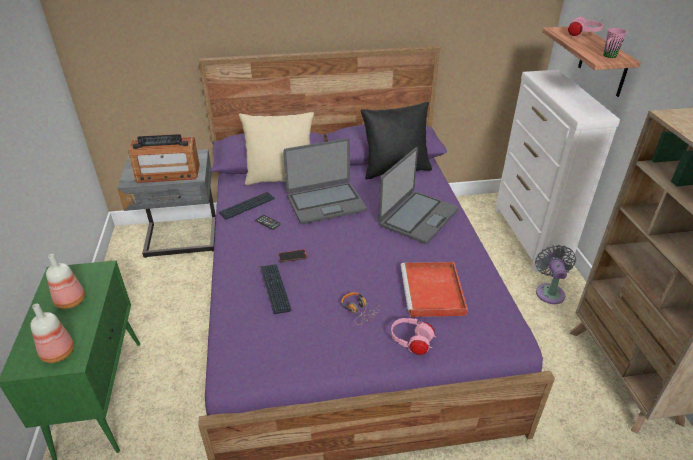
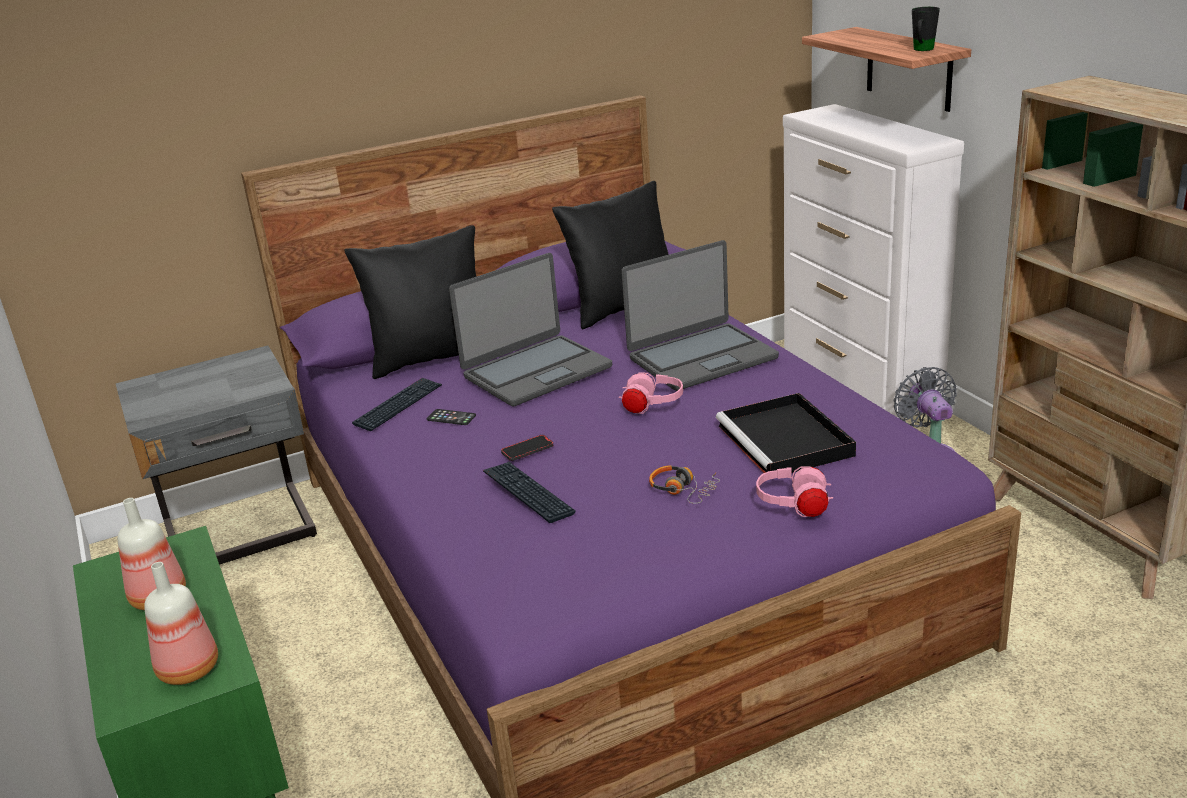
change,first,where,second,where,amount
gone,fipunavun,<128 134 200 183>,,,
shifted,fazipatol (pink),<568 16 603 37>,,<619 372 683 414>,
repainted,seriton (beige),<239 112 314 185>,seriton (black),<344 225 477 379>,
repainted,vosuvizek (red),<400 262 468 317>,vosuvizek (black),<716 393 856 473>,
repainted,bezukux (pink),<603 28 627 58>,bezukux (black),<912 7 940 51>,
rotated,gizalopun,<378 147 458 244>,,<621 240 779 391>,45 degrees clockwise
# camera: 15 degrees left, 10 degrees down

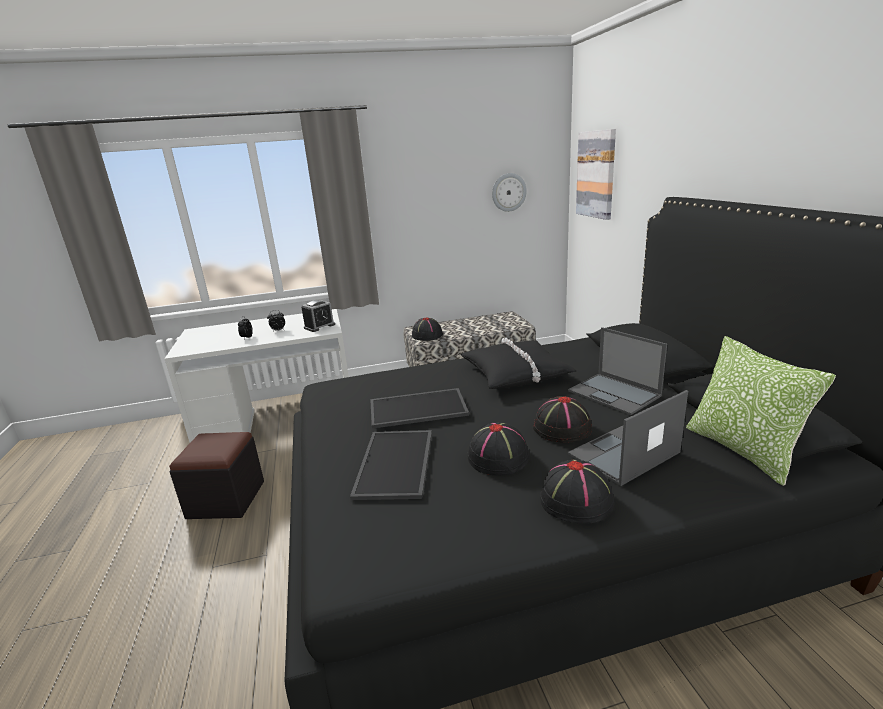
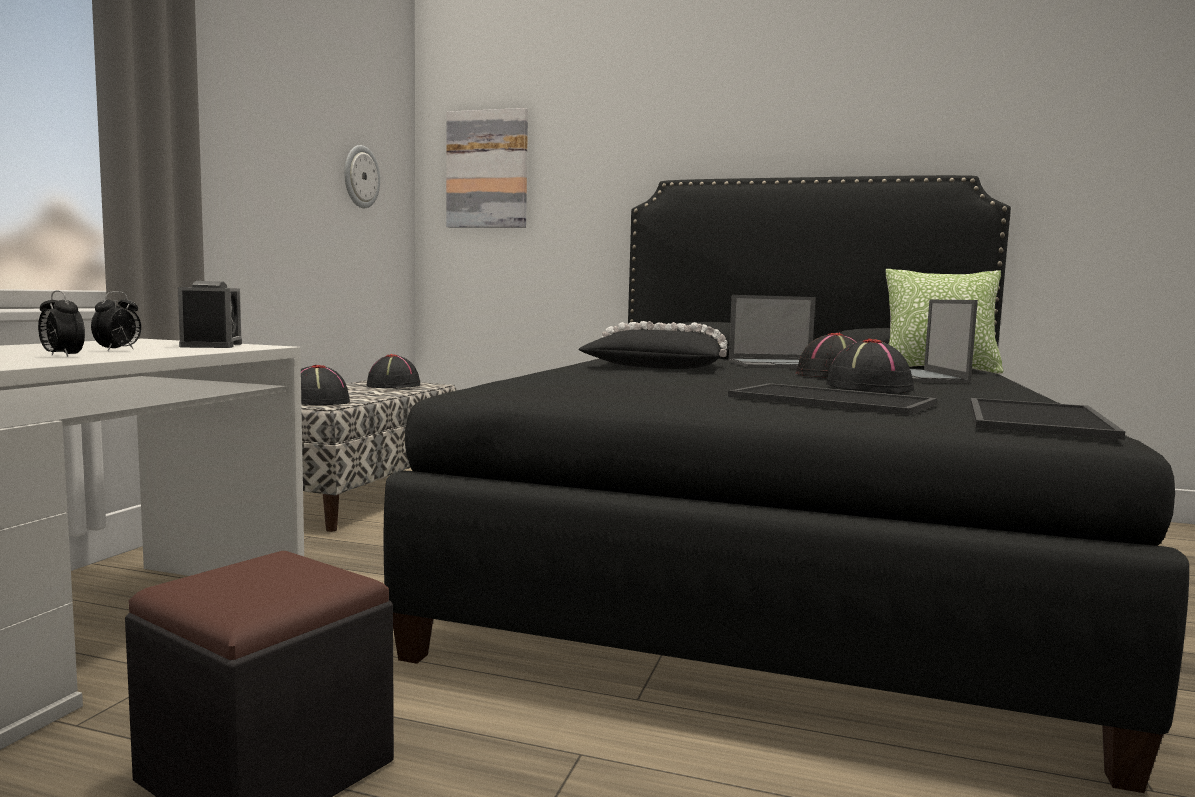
change,first,where,second,where,amount
shifted,vosuvizek,<370 388 469 429>,,<970 398 1125 440>,
shifted,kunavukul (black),<540 460 614 524>,,<366 354 420 388>,
# camera: 60 degrees left, 15 degrees down

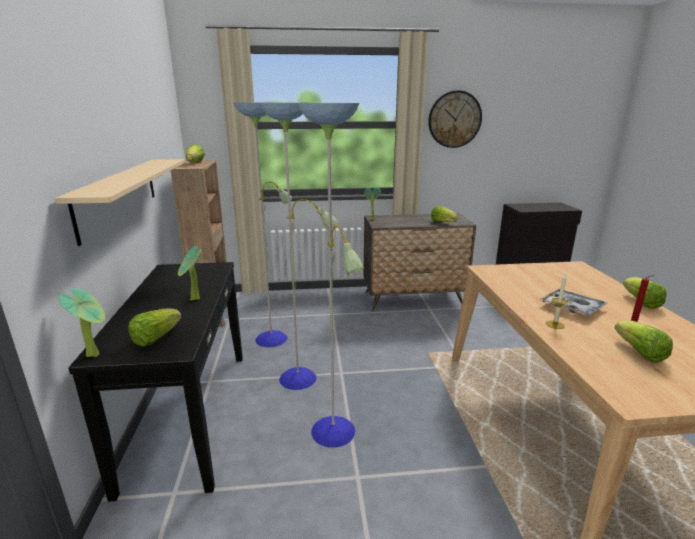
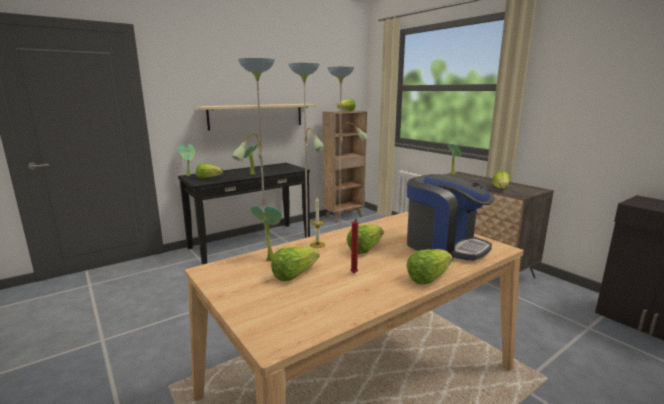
change,first,where,second,where,amount
gone,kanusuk,<428 90 482 148>,,,
new,,,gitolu,<251 206 282 261>,
new,,,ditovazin,<407 174 494 261>,
swapped,vosuvizek,<540 289 607 317>,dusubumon,<347 224 384 254>,
# camera: 60 degrees right, 5 degrees down

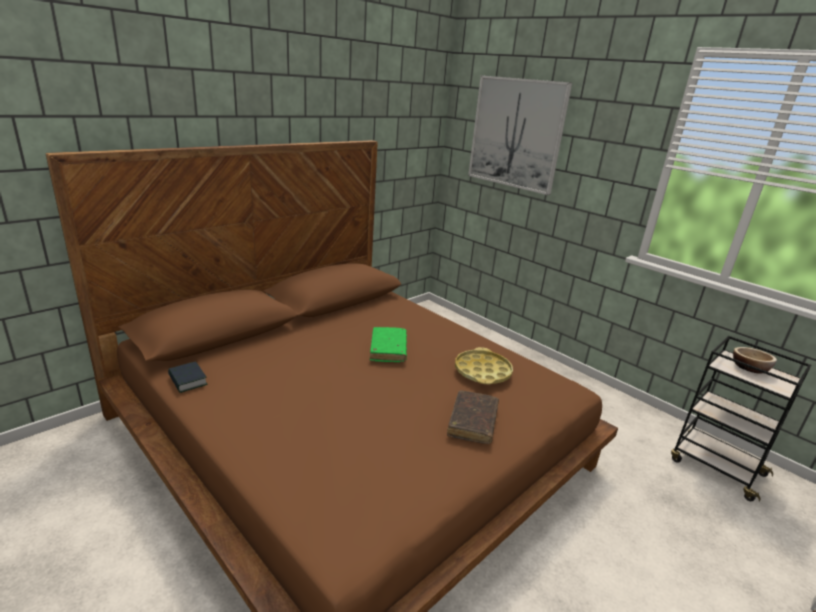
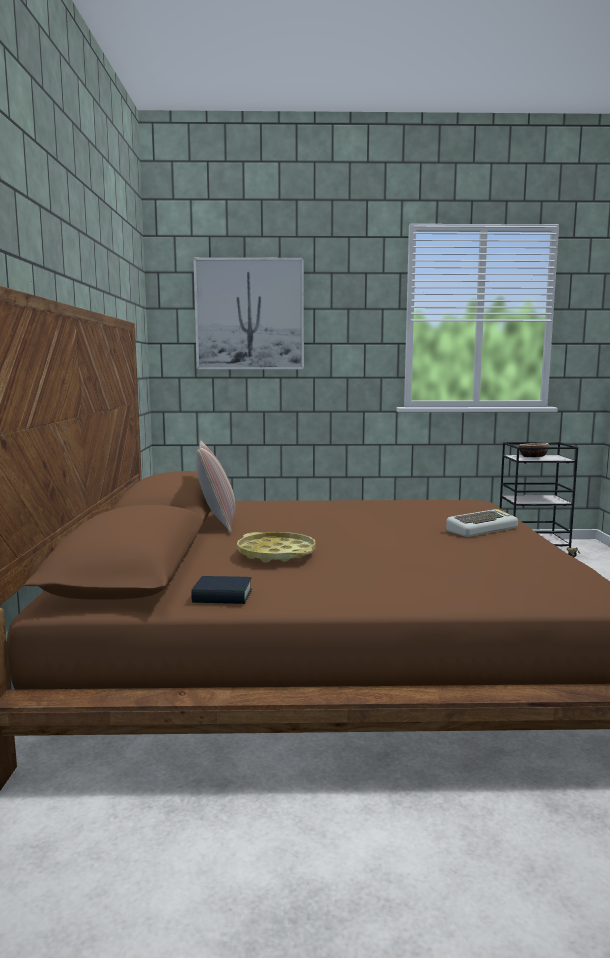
change,first,where,second,where,amount
gone,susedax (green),<370 327 407 362>,,,
new,,,seriton,<196 439 235 534>,
shifted,vosuvizek (yellow),<455 347 513 384>,,<237 532 316 563>,
swapped,susedax (brown),<447 390 499 444>,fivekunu,<446 509 518 537>,
# camera: 45 degrees left, 15 degrees down

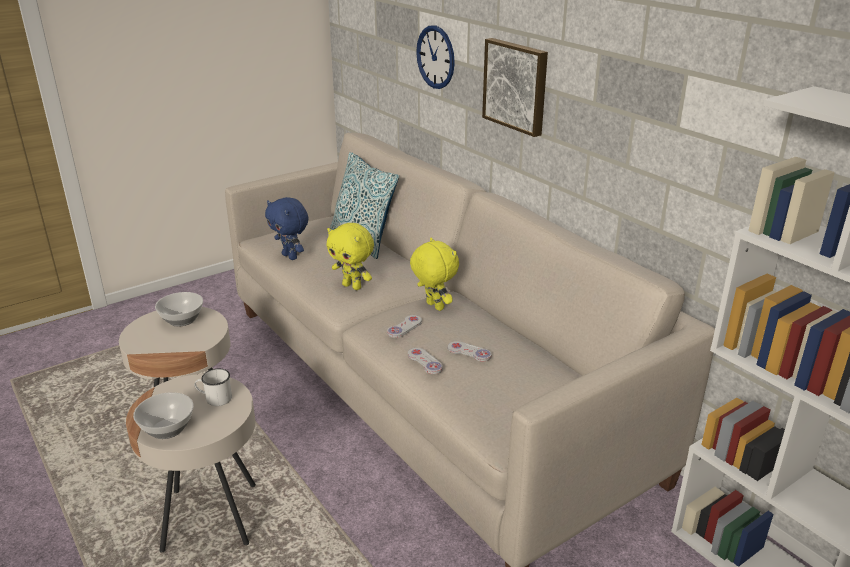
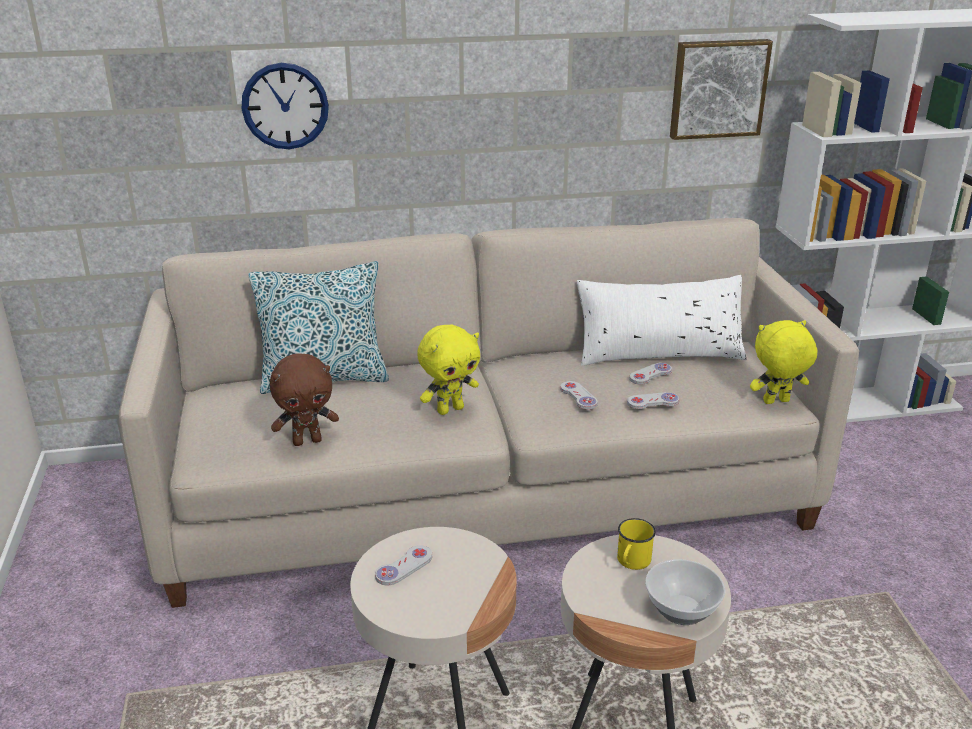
change,first,where,second,where,amount
new,,,seriton (white),<577 275 746 366>,
shifted,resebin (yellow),<410 238 459 311>,,<750 320 817 404>,
shifted,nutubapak,<482 38 548 137>,,<670 39 773 140>,
swapped,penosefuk,<155 292 203 327>,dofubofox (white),<375 545 432 586>,
repainted,bezukux (white),<194 369 232 406>,bezukux (yellow),<617 518 656 570>,
repainted,resebin (blue),<265 197 309 260>,resebin (brown),<270 354 339 446>,
# camera: 65 degrees left, 0 degrees up

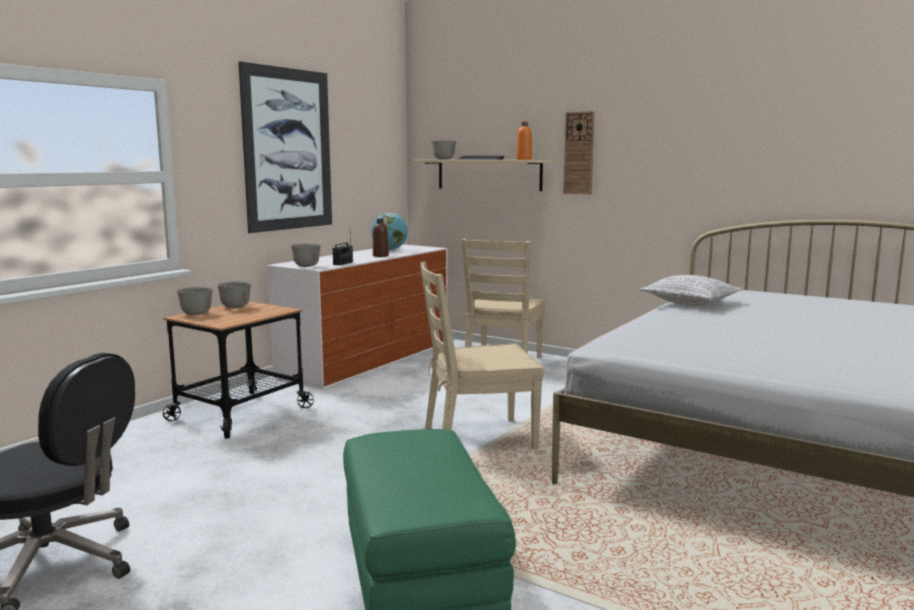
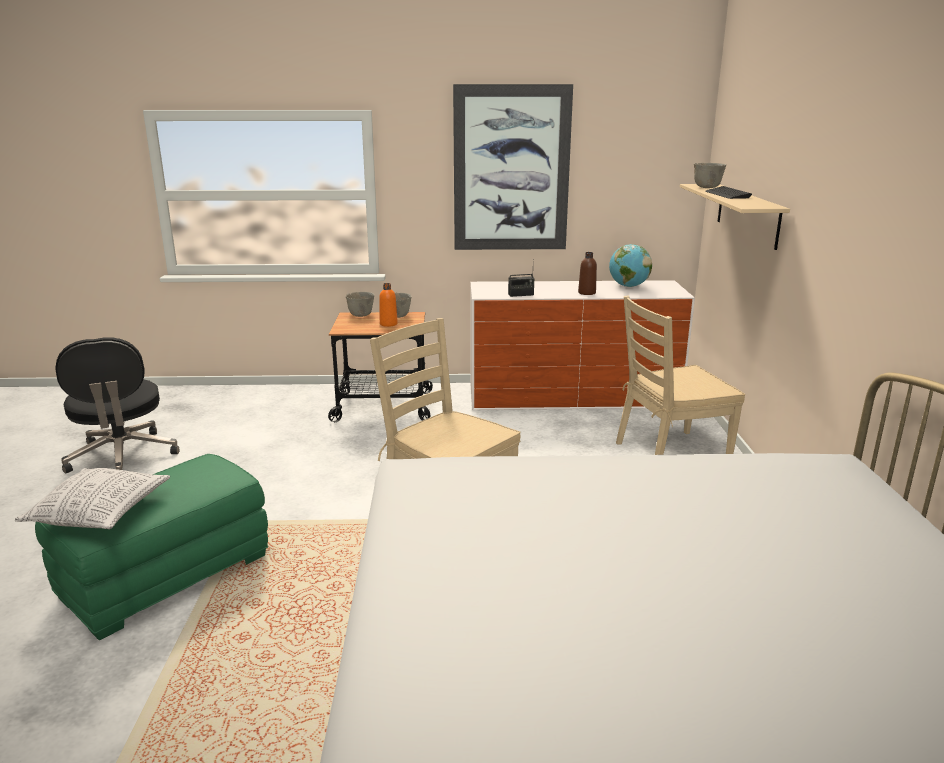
change,first,where,second,where,amount
gone,penosefuk (grey),<291 243 321 267>,,,
gone,kanusuk,<563 111 595 194>,,,
shifted,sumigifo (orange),<516 121 532 160>,,<379 283 398 327>,
shifted,seriton,<639 275 742 306>,,<15 468 170 529>,
# camera: 55 degrees right, 10 degrees up

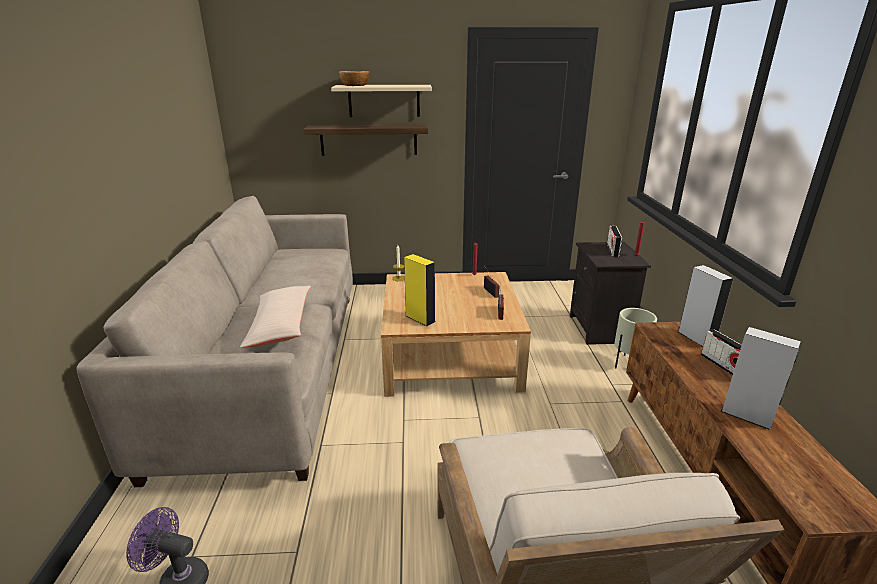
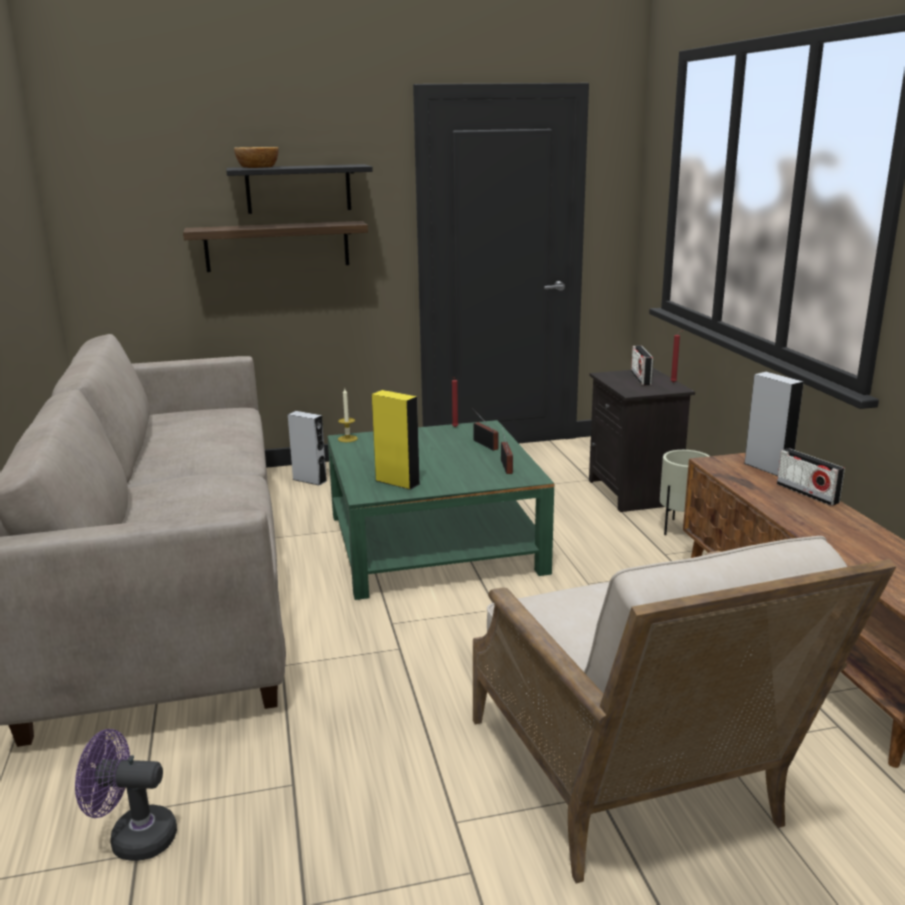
change,first,where,second,where,amount
gone,seriton (beige),<240 286 311 348>,,,
shifted,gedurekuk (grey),<720 327 801 430>,,<288 411 327 486>,
repainted,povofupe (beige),<331 85 432 117>,povofupe (black),<226 164 373 214>,
repainted,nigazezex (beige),<381 272 531 397>,nigazezex (green),<327 420 554 600>,
# camera: 10 degrees left, 5 degrees down

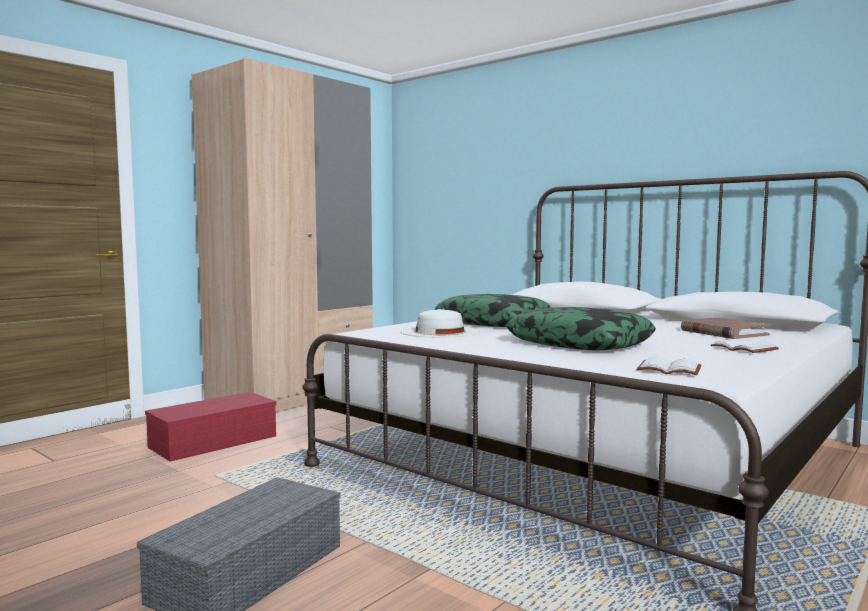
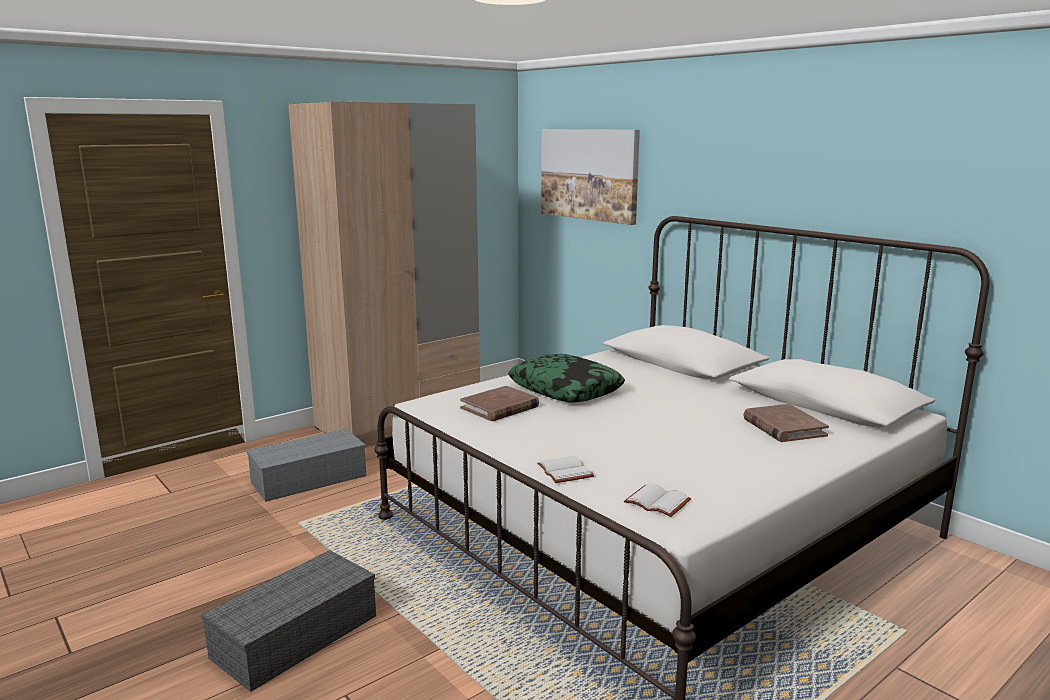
change,first,where,second,where,amount
gone,seriton,<506 307 656 351>,,,
new,,,nutubapak,<541 129 640 225>,
shifted,susedax (white),<711 338 779 353>,,<537 456 594 483>,
swapped,kunavukul (white),<400 309 480 338>,susedax (brown),<460 386 539 421>,
repainted,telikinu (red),<145 392 277 462>,telikinu (grey),<247 429 366 502>,
# camera: 10 degrees right, 10 degrees up

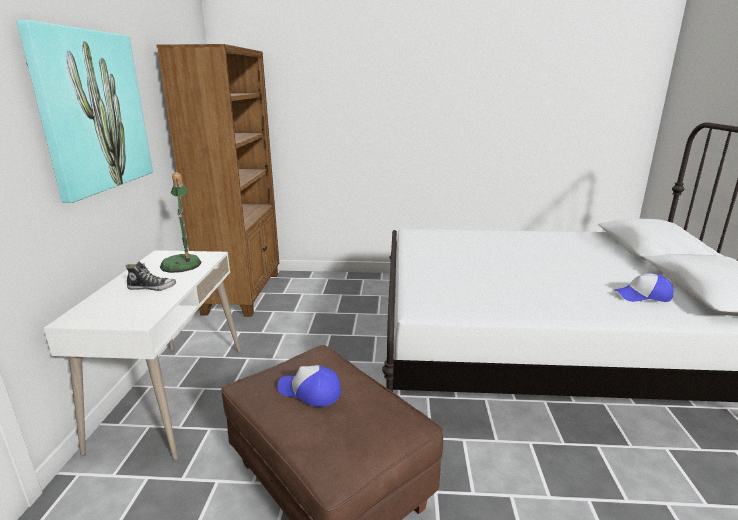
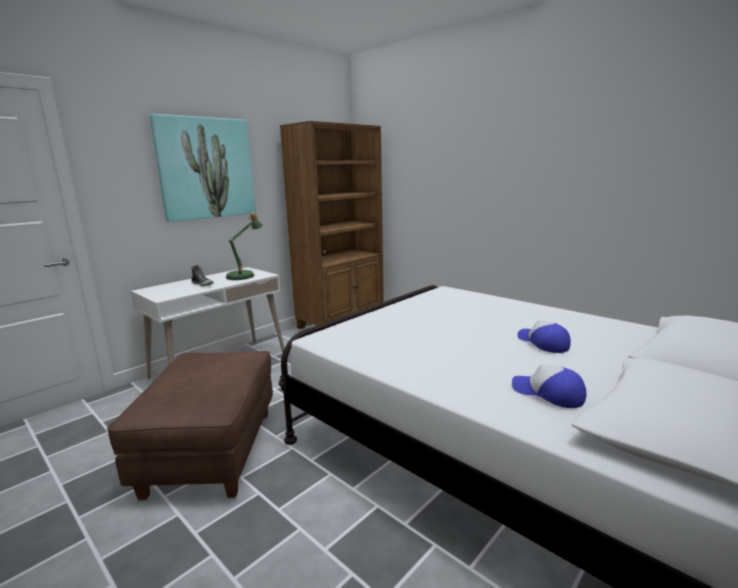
change,first,where,second,where,amount
shifted,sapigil,<278 365 341 407>,,<517 320 571 353>,
# camera: 40 degrees right, 5 degrees down

